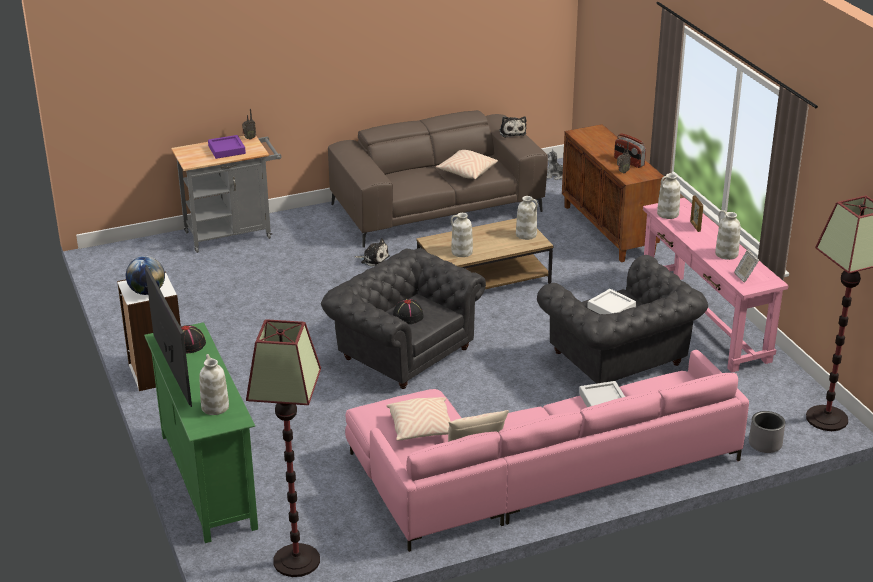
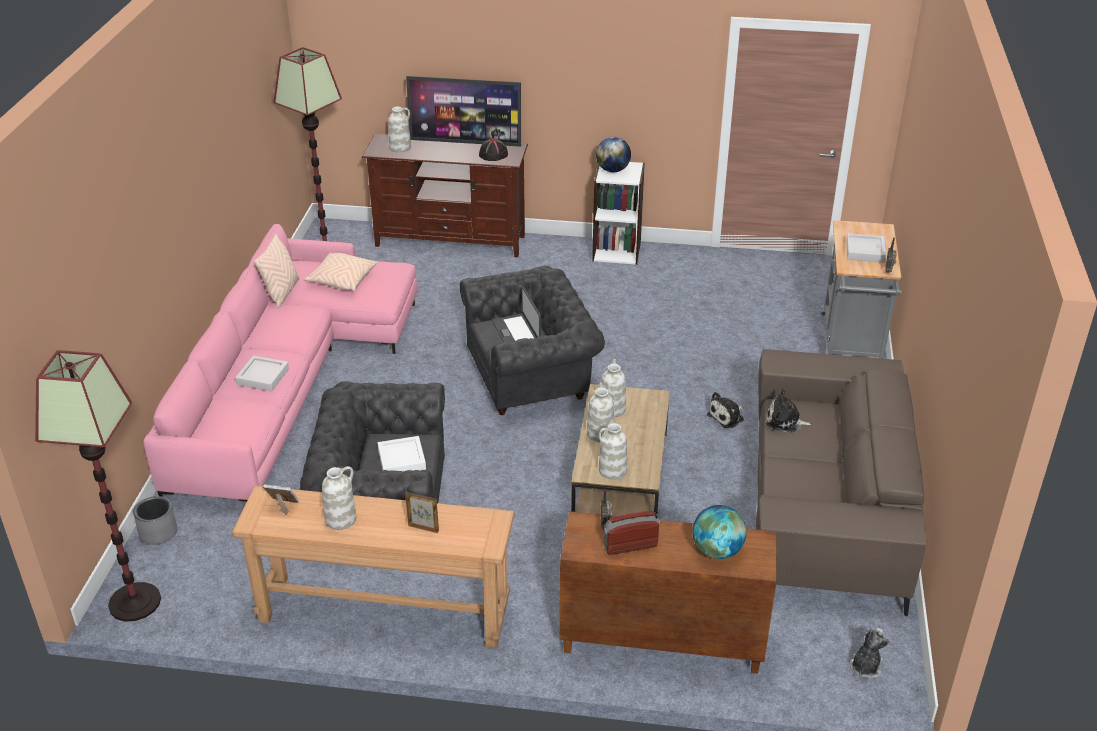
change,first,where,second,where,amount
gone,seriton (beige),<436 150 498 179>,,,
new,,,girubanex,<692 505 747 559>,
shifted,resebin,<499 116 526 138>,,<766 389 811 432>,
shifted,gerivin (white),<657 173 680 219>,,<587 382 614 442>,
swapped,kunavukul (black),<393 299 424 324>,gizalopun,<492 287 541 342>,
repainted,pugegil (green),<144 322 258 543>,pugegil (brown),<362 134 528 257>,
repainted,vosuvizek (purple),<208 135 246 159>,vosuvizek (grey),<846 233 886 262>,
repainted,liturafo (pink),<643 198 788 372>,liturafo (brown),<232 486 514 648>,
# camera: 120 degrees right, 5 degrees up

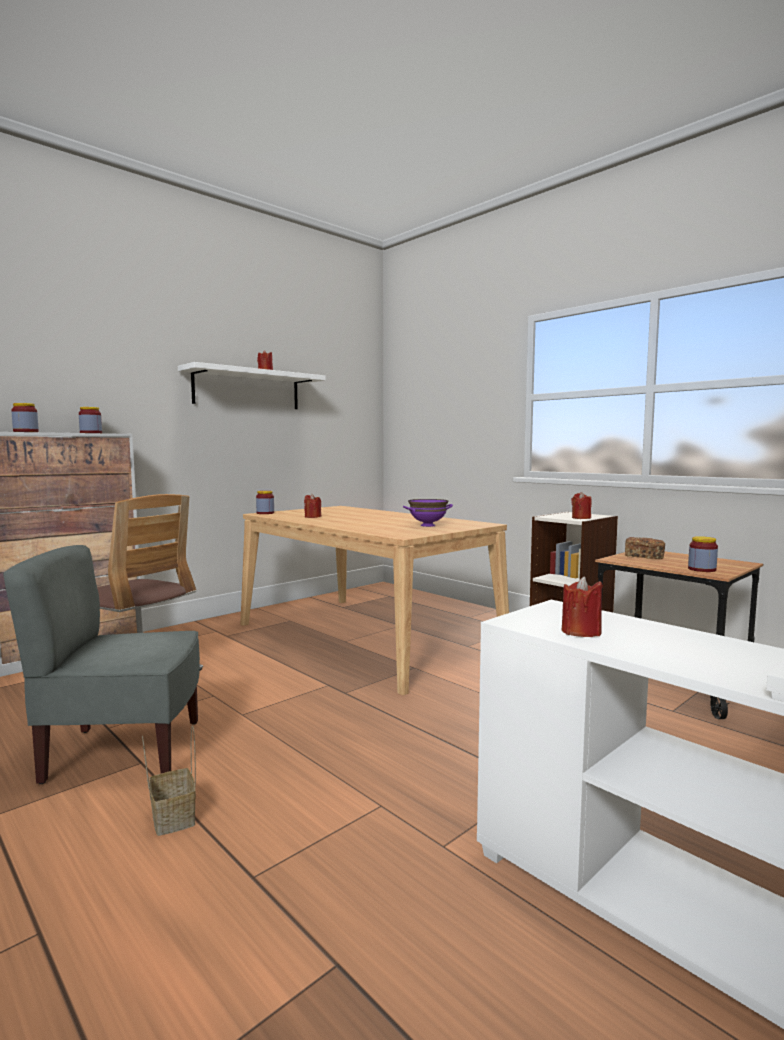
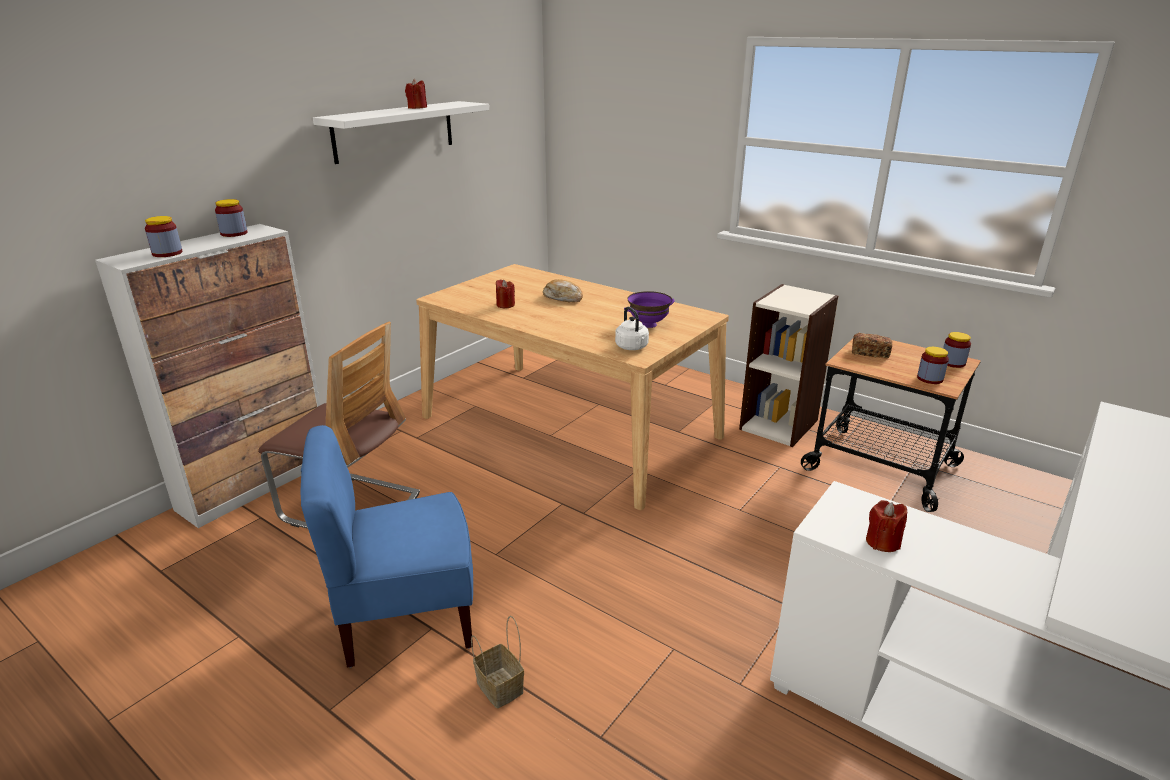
change,first,where,second,where,amount
gone,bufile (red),<571 492 592 519>,,,
new,,,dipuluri,<543 279 583 302>,
new,,,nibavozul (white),<615 307 649 350>,
shifted,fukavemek,<256 491 274 514>,,<943 332 971 368>,
repainted,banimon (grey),<3 545 200 784>,banimon (blue),<301 425 473 668>,
# camera: 10 degrees left, 20 degrees up

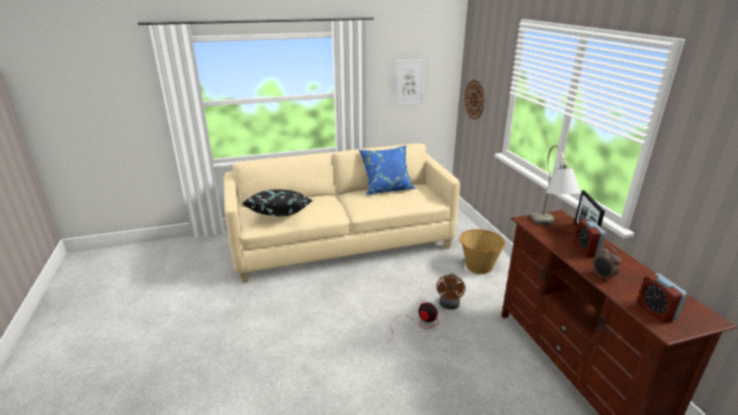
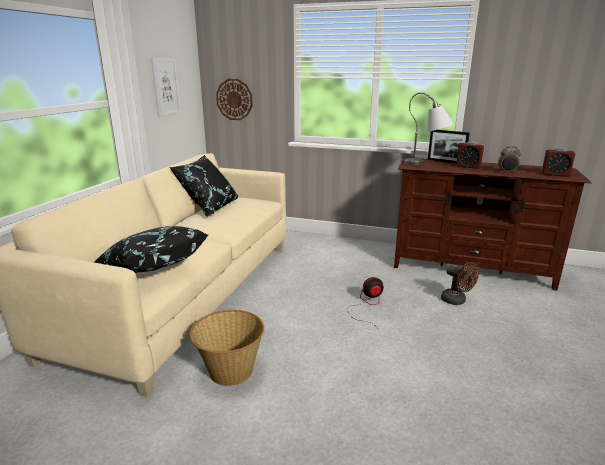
change,first,where,second,where,amount
shifted,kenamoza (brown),<436 274 465 309>,,<441 262 479 305>,
shifted,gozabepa,<459 229 505 274>,,<189 310 264 386>,
repainted,seriton (blue),<359 146 416 195>,seriton (black),<169 155 238 217>,
# camera: 55 degrees left, 5 degrees down

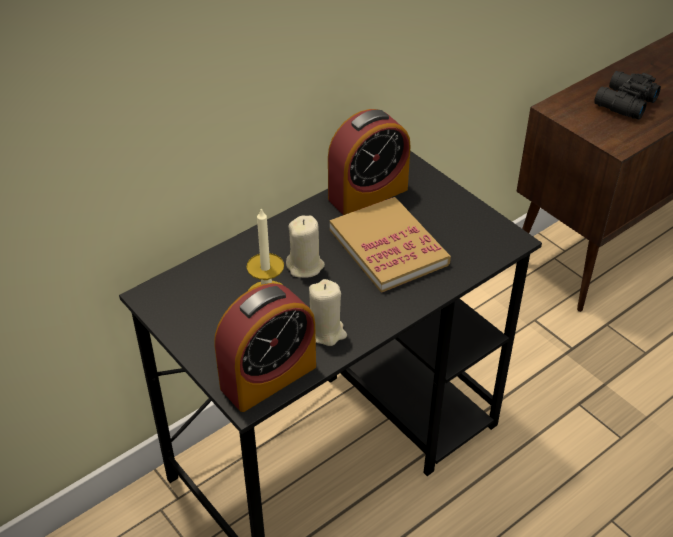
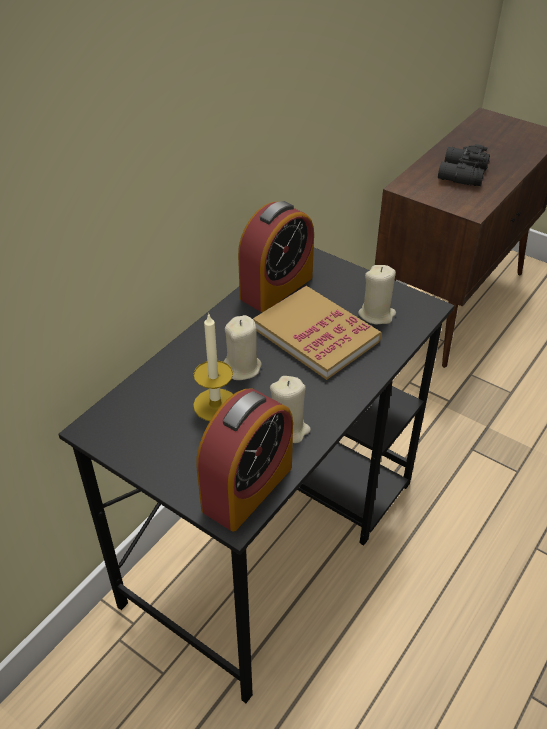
change,first,where,second,where,amount
new,,,bufile (beige),<358 265 396 325>,
# camera: 15 degrees left, 0 degrees up

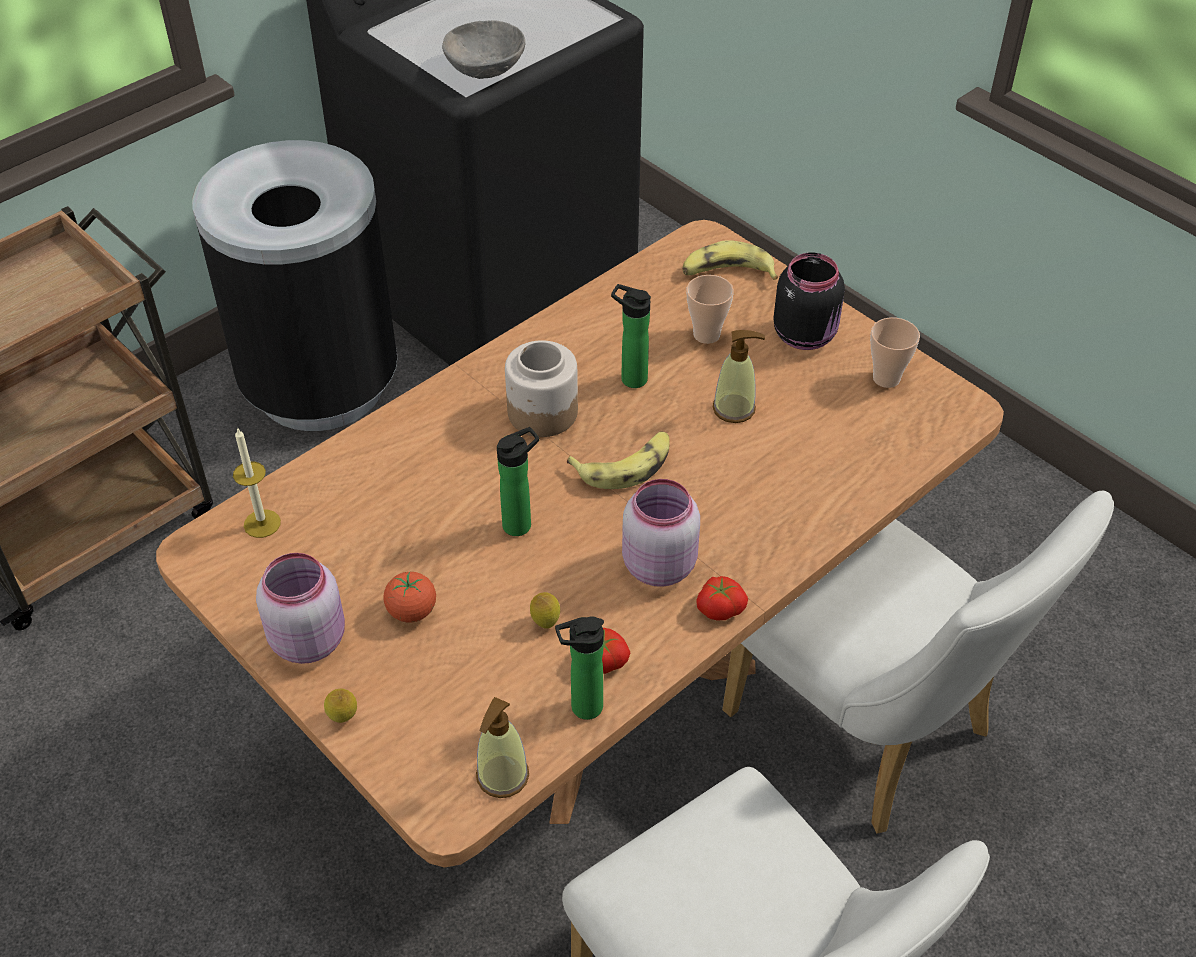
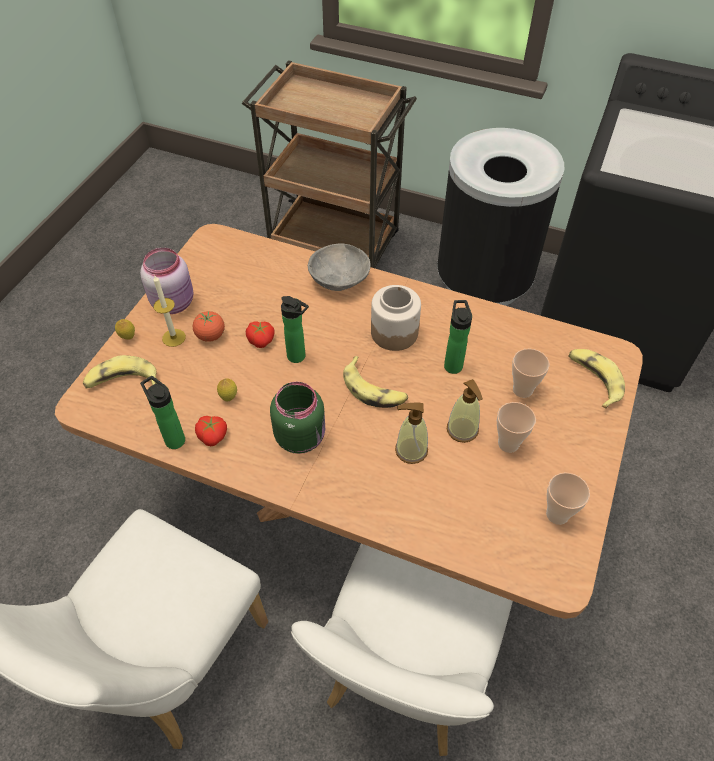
change,first,where,second,where,amount
gone,fukavemek (black),<774 253 845 350>,,,
new,,,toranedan,<83 355 157 389>,
new,,,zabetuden,<497 402 536 453>,
shifted,bufile,<233 427 281 538>,,<153 276 186 347>,
shifted,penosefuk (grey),<442 20 525 79>,,<308 243 370 291>,
shifted,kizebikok,<476 697 529 798>,,<395 402 428 464>,
shifted,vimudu,<696 576 748 620>,,<246 321 274 348>,
repainted,fukavemek (pink),<622 479 700 587>,fukavemek (green),<270 382 325 454>,
# camera: 65 degrees right, 5 degrees up

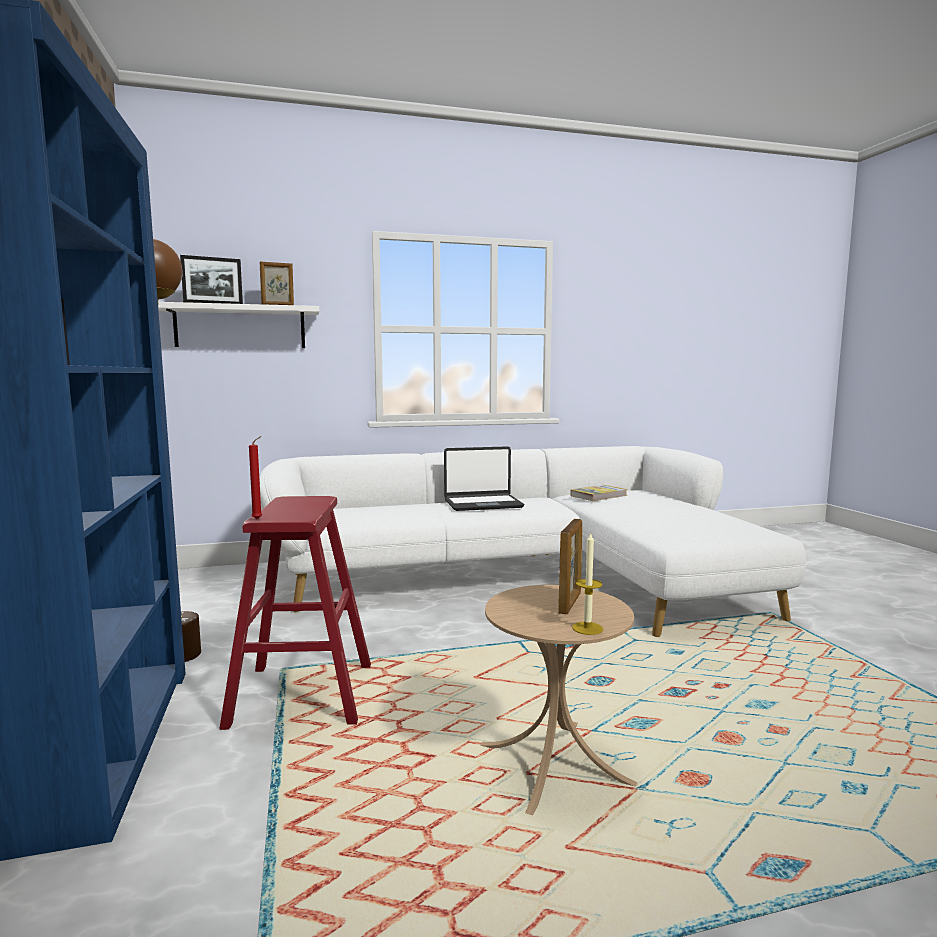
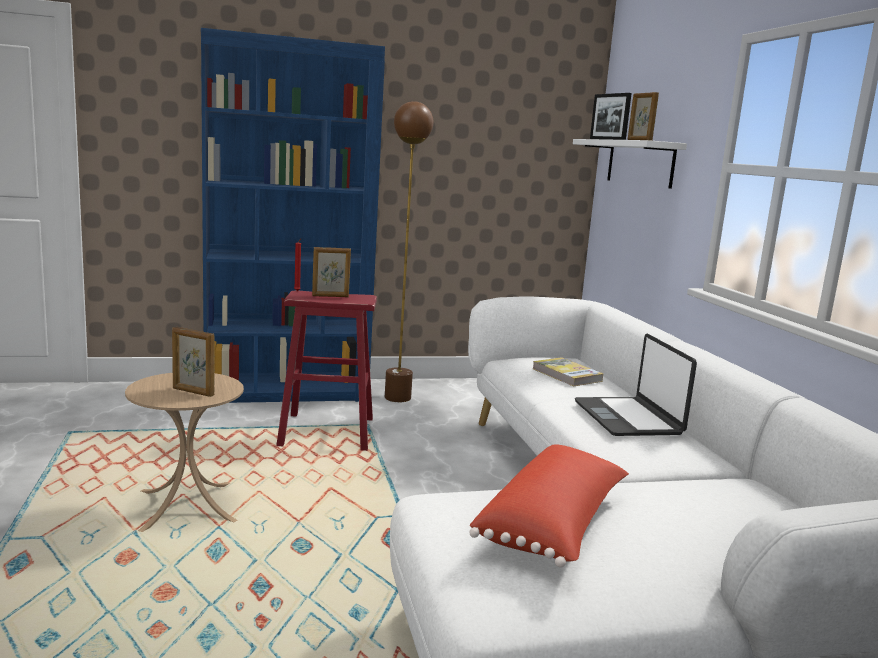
change,first,where,second,where,amount
gone,bufile,<572 531 603 635>,,,
new,,,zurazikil,<312 247 351 297>,
new,,,seriton (red),<470 444 629 568>,
shifted,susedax,<570 485 627 501>,,<533 357 603 387>,
# camera: 90 degrees right, 5 degrees up

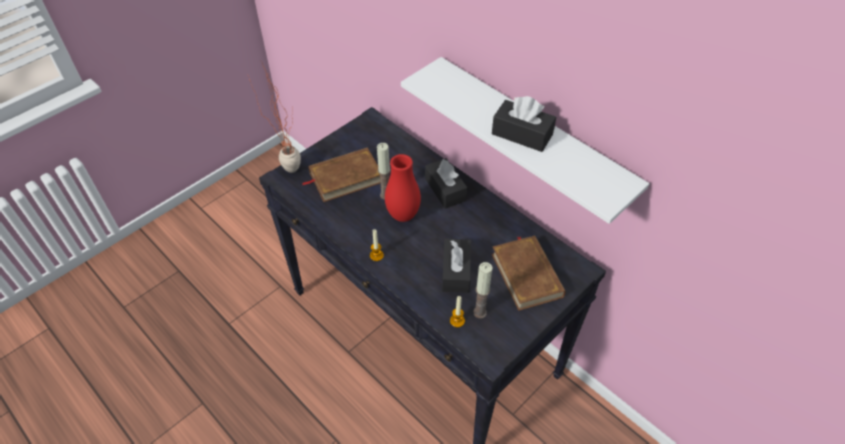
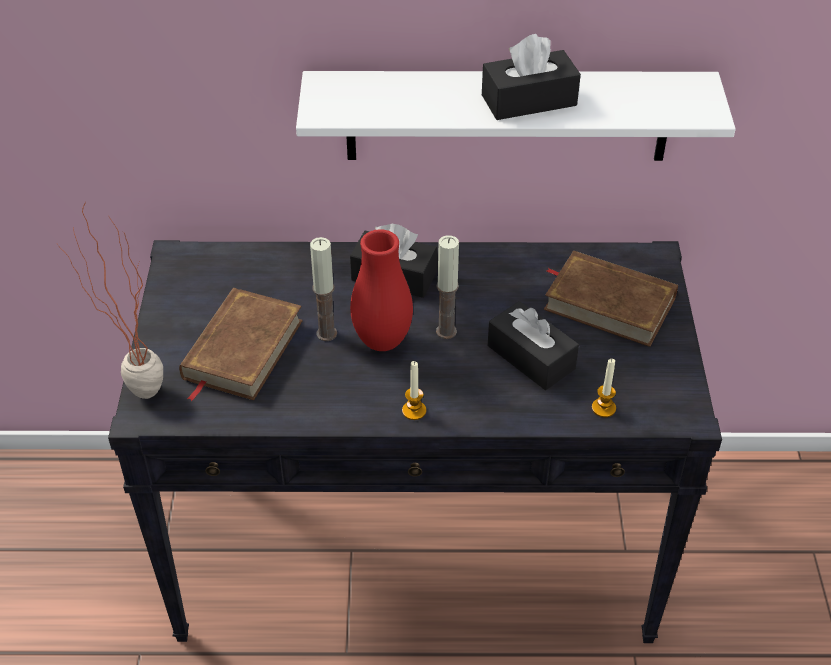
change,first,where,second,where,amount
shifted,bufile,<473 262 493 318>,,<436 235 459 339>,
# camera: 45 degrees left, 5 degrees down

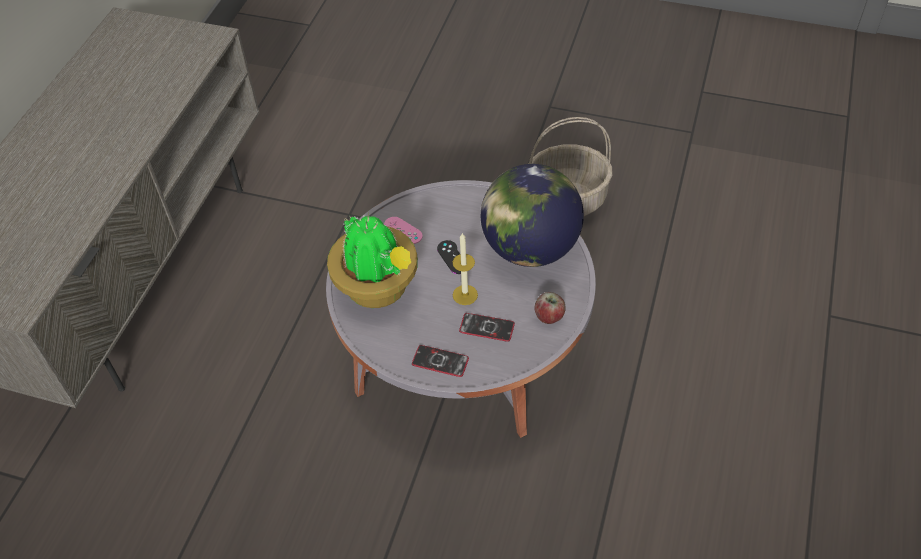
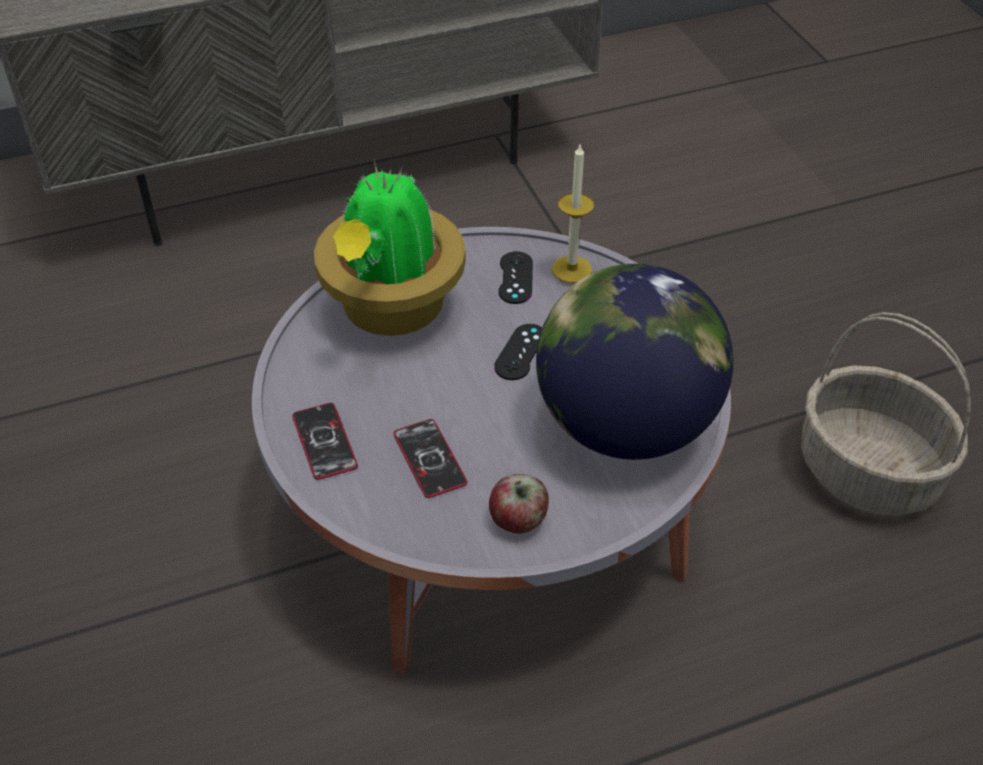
change,first,where,second,where,amount
shifted,bufile,<453 233 478 305>,,<552 145 594 283>,
repainted,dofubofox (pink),<384 217 423 244>,dofubofox (black),<498 251 533 304>,
# camera: 50 degrees right, 5 degrees down

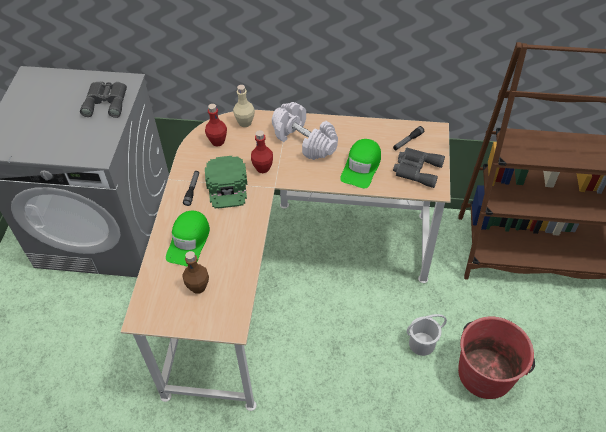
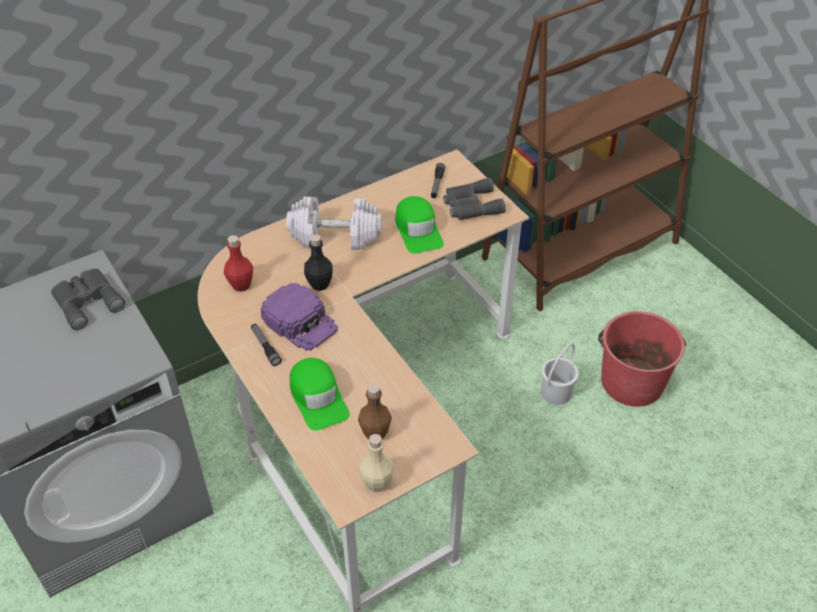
change,first,where,second,where,amount
shifted,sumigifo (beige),<233 85 255 127>,,<359 434 394 492>,
repainted,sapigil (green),<205 156 247 208>,sapigil (purple),<260 283 338 351>,
repainted,sumigifo (red),<251 130 273 173>,sumigifo (black),<304 234 333 291>,
# camera: 40 degrees left, 5 degrees down

